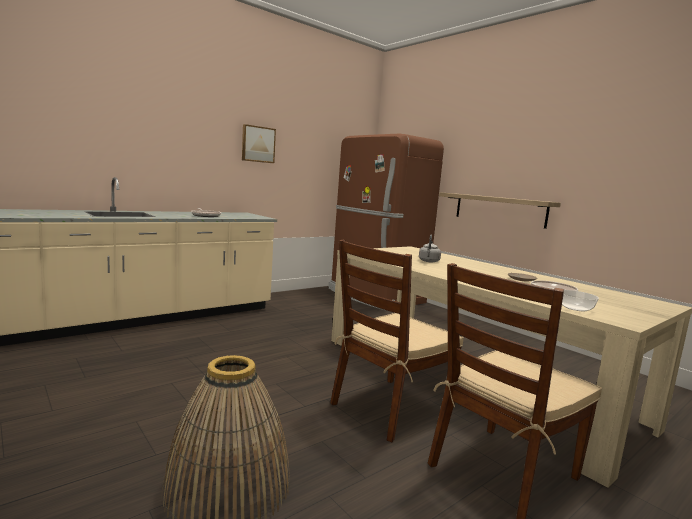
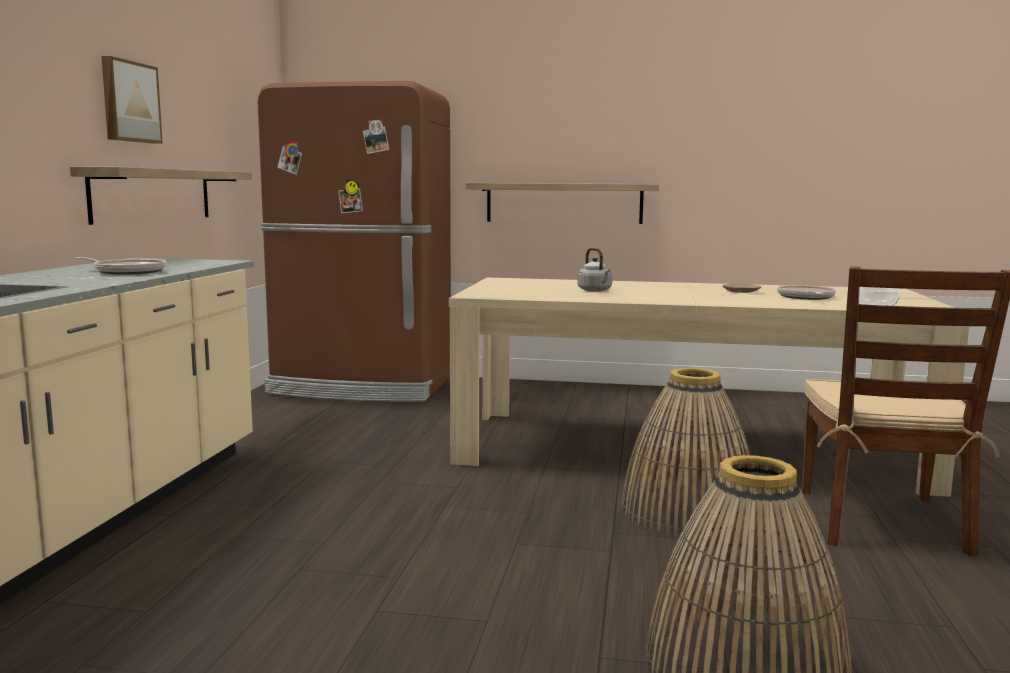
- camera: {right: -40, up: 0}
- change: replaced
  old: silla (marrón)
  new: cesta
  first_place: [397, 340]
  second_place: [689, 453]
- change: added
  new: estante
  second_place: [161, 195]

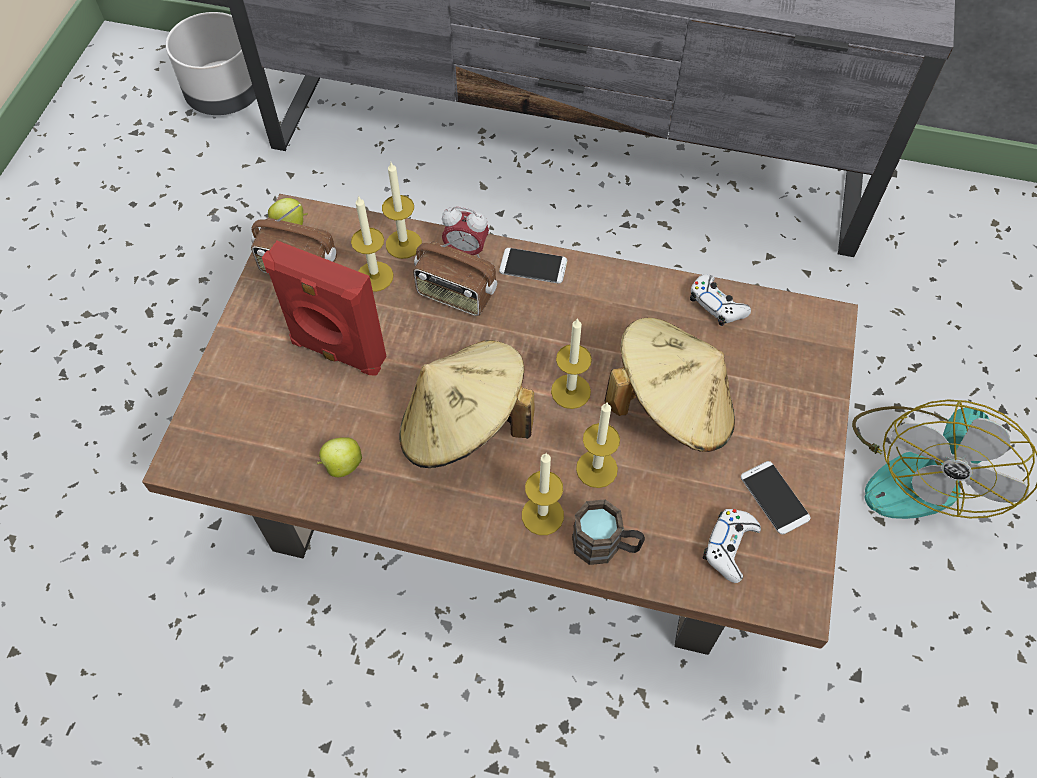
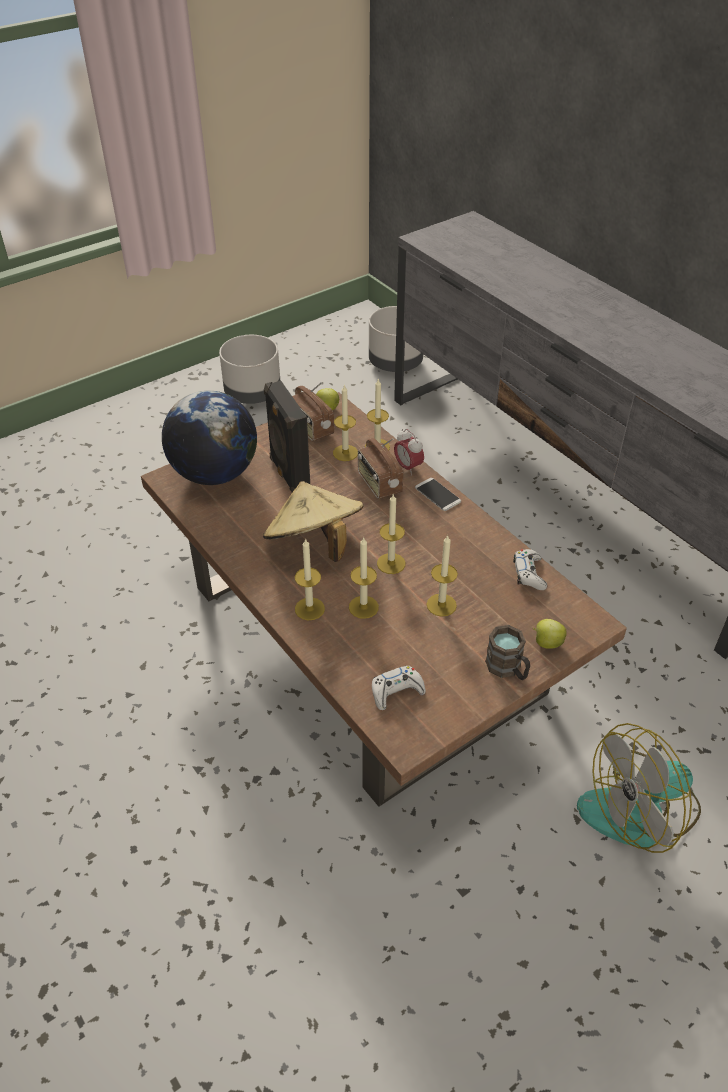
- camera: {right: 40, up: -15}
- change: recoloured
  old: altavoz (rojo)
  new: altavoz (negro)
  first_place: [324, 308]
  second_place: [287, 436]
- change: moved
  old: manzana
  first_place: [339, 457]
  second_place: [550, 634]
- change: moved
  old: taza grande (marrón)
  first_place: [608, 532]
  second_place: [507, 652]
- change: replaced
  old: sombrero (beis)
  new: vela
  first_place: [670, 385]
  second_place: [442, 576]
- change: removed
  old: móvil
  first_place: [776, 498]
- change: added
  new: globo terráqueo
  second_place: [209, 437]
- change: added
  new: maceta (gris)
  second_place: [249, 369]

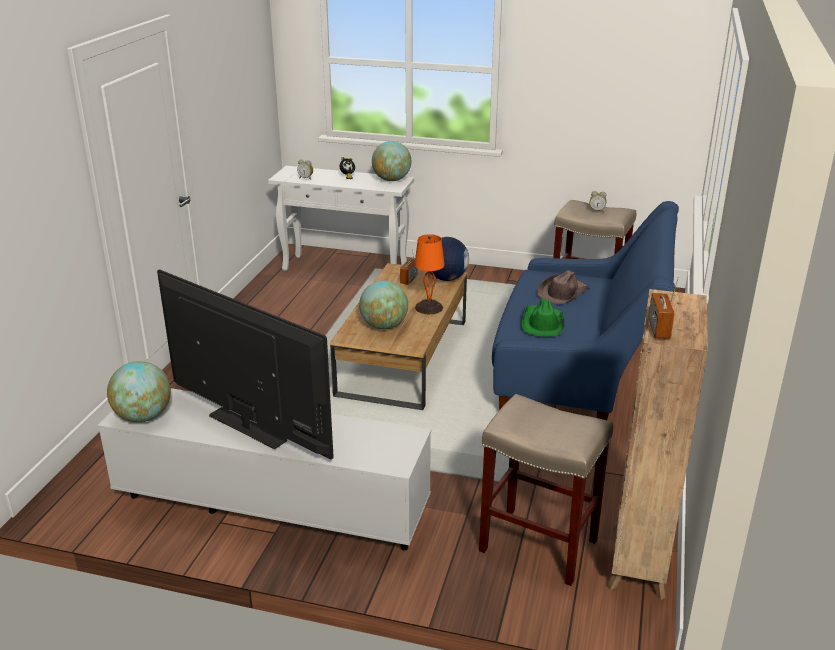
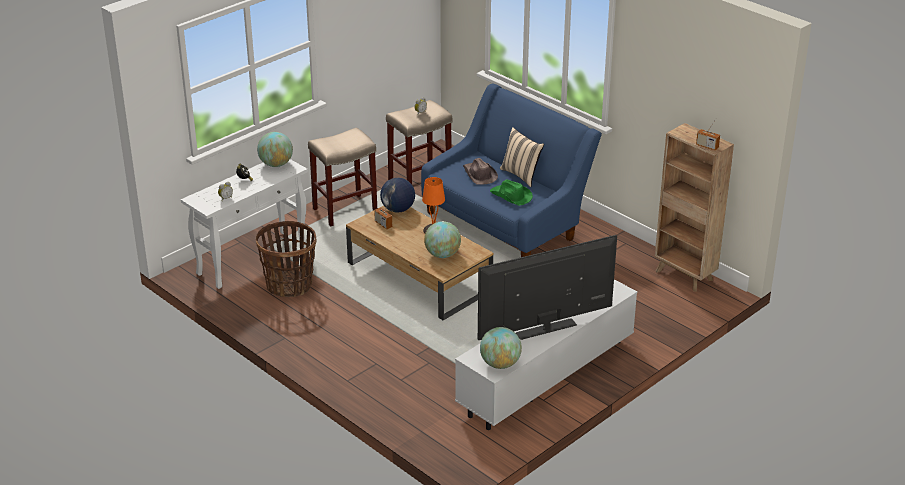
- camera: {right: -60, up: 5}
- change: moved
  old: taburete (beis)
  first_place: [546, 490]
  second_place: [342, 176]
- change: added
  new: cesta
  second_place: [286, 259]
- change: added
  new: cojín (beis)
  second_place: [522, 157]

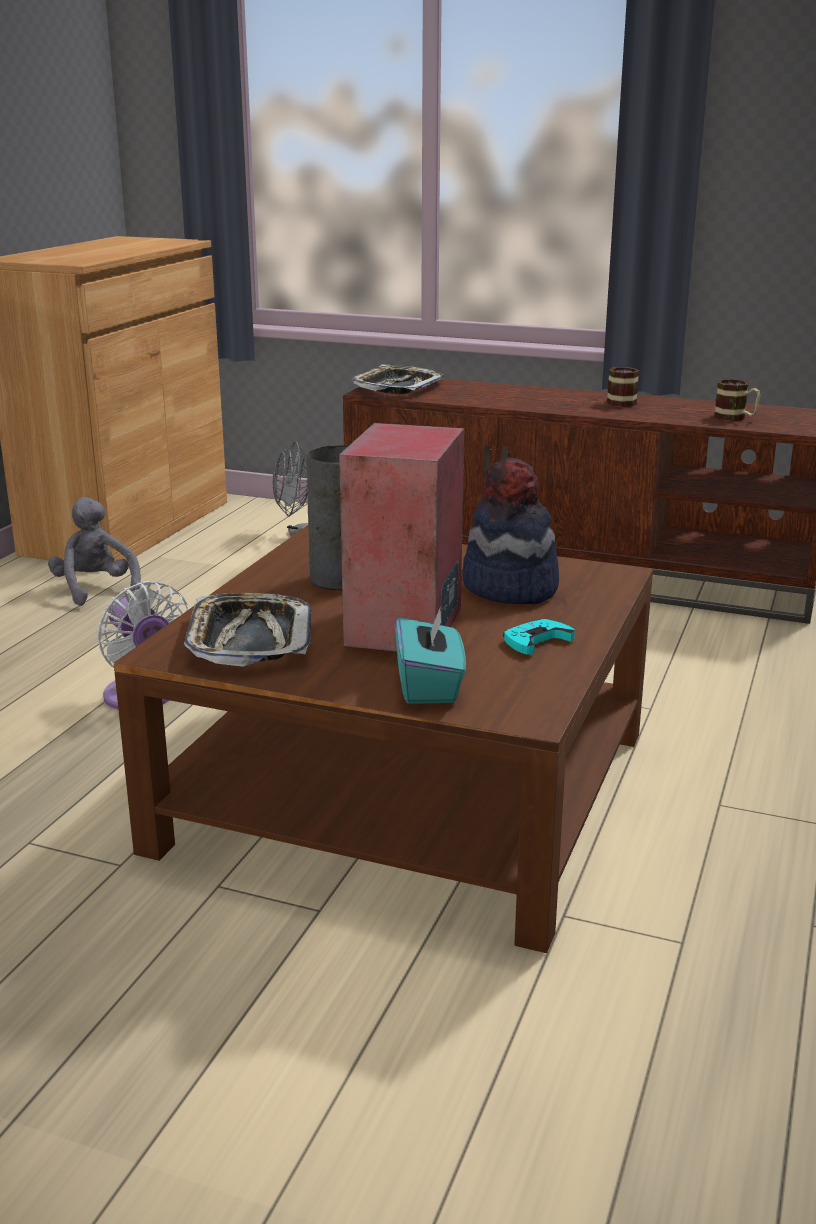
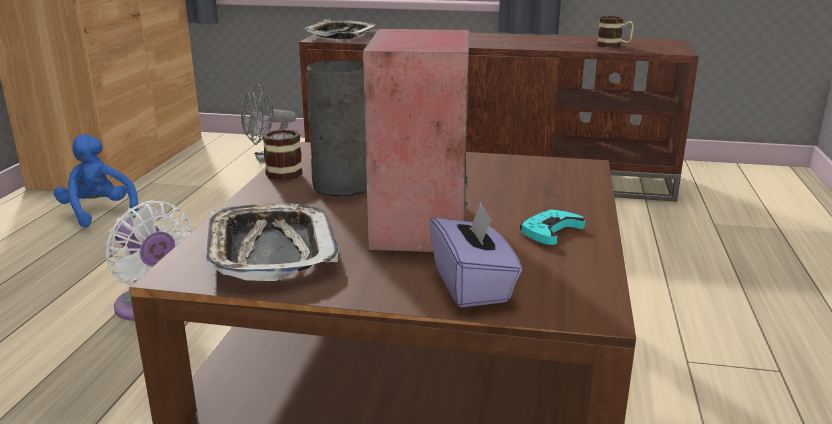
- camera: {right: -10, up: 0}
- change: recoloured
  old: peluche (gris)
  new: peluche (azul)
  first_place: [94, 551]
  second_place: [96, 181]
- change: recoloured
  old: caja de pañuelos (turquesa)
  new: caja de pañuelos (morado)
  first_place: [430, 655]
  second_place: [476, 255]
- change: removed
  old: sombrero
  first_place: [511, 530]
- change: moved
  old: taza grande
  first_place: [623, 387]
  second_place: [282, 155]

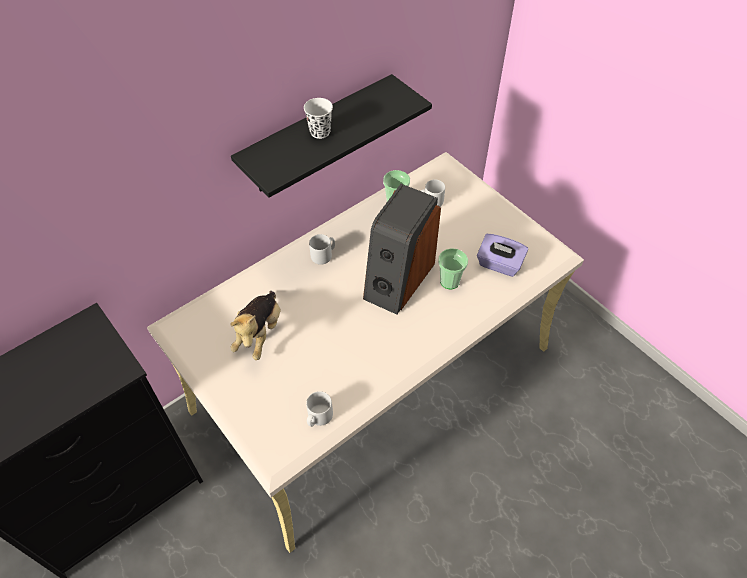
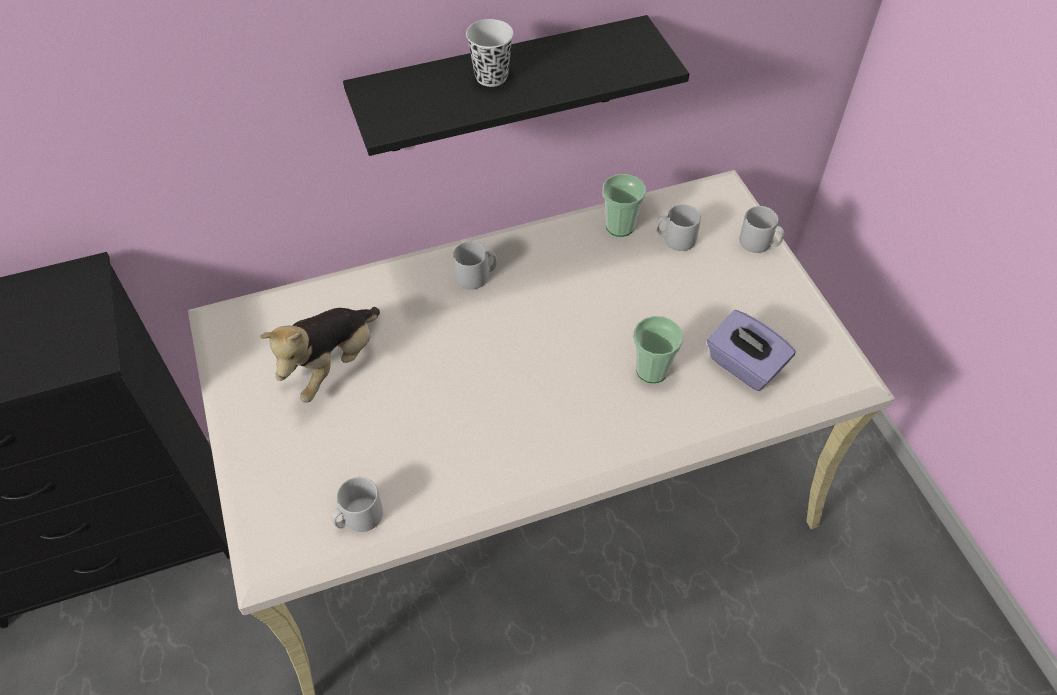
- camera: {right: 20, up: 0}
- change: removed
  old: altavoz
  first_place: [402, 249]
- change: added
  new: taza grande (gris)
  second_place: [761, 229]

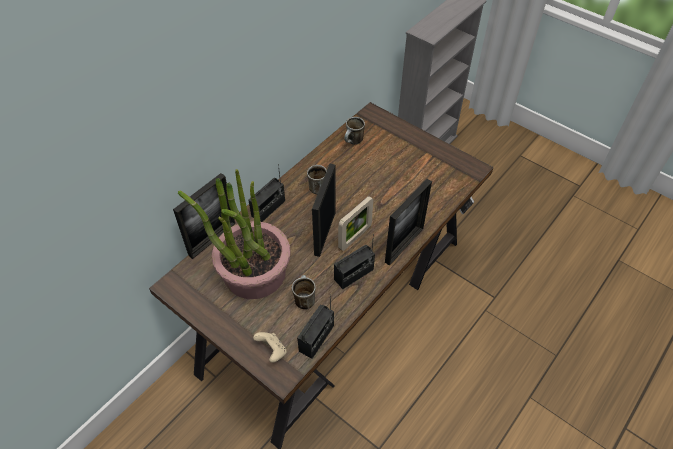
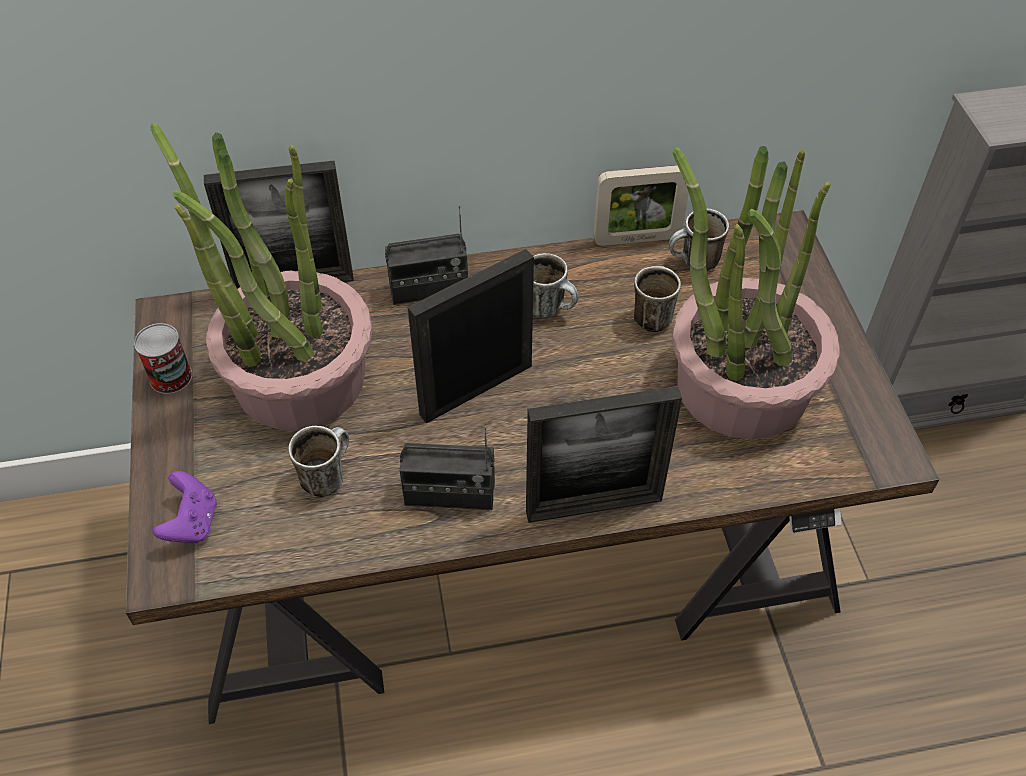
- camera: {right: 40, up: 0}
- change: recoloured
  old: mando de consola (beis)
  new: mando de consola (morado)
  first_place: [270, 347]
  second_place: [185, 507]
- change: removed
  old: radio
  first_place: [315, 326]
- change: moved
  old: portarretratos
  first_place: [355, 223]
  second_place: [641, 205]
- change: added
  new: lata
  second_place: [163, 358]
- change: added
  new: taza grande
  second_place: [657, 299]
- change: added
  new: planta en maceta
  second_place: [756, 293]

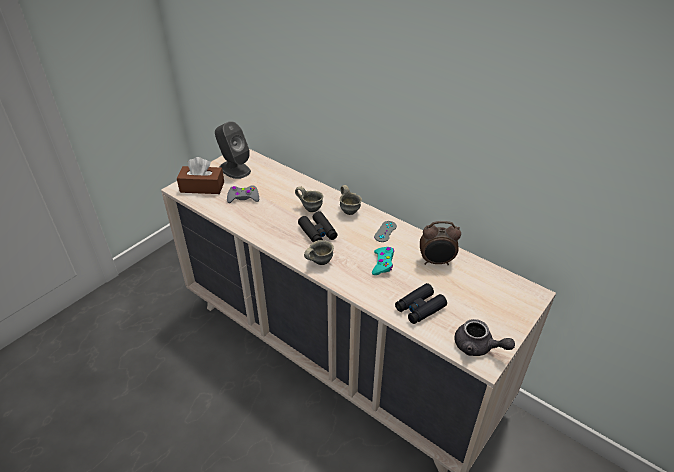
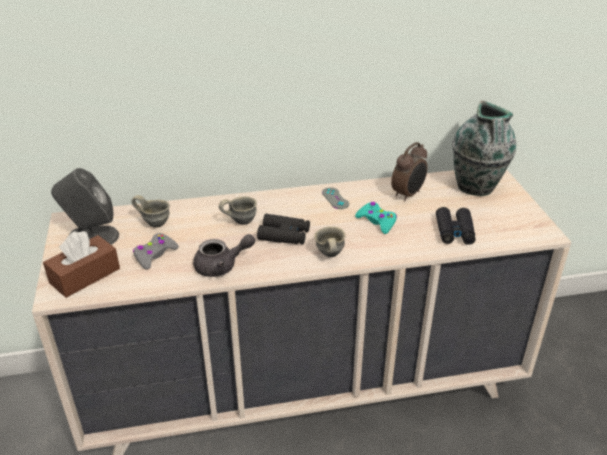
- camera: {right: -50, up: -5}
- change: moved
  old: taza grande (gris)
  first_place: [351, 200]
  second_place: [150, 211]
- change: moved
  old: tetera (gris)
  first_place: [484, 337]
  second_place: [224, 255]
- change: added
  new: florero
  second_place: [484, 148]

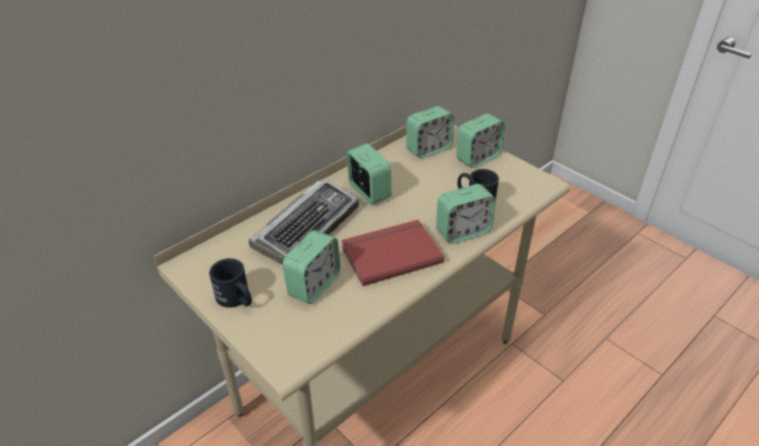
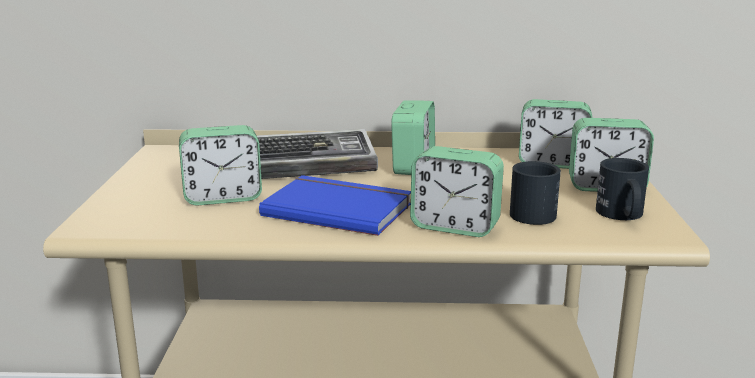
- camera: {right: 45, up: -20}
- change: moved
  old: taza grande (negro)
  first_place: [230, 283]
  second_place: [622, 189]
- change: recoloured
  old: libro (rojo)
  new: libro (azul)
  first_place: [392, 253]
  second_place: [335, 205]

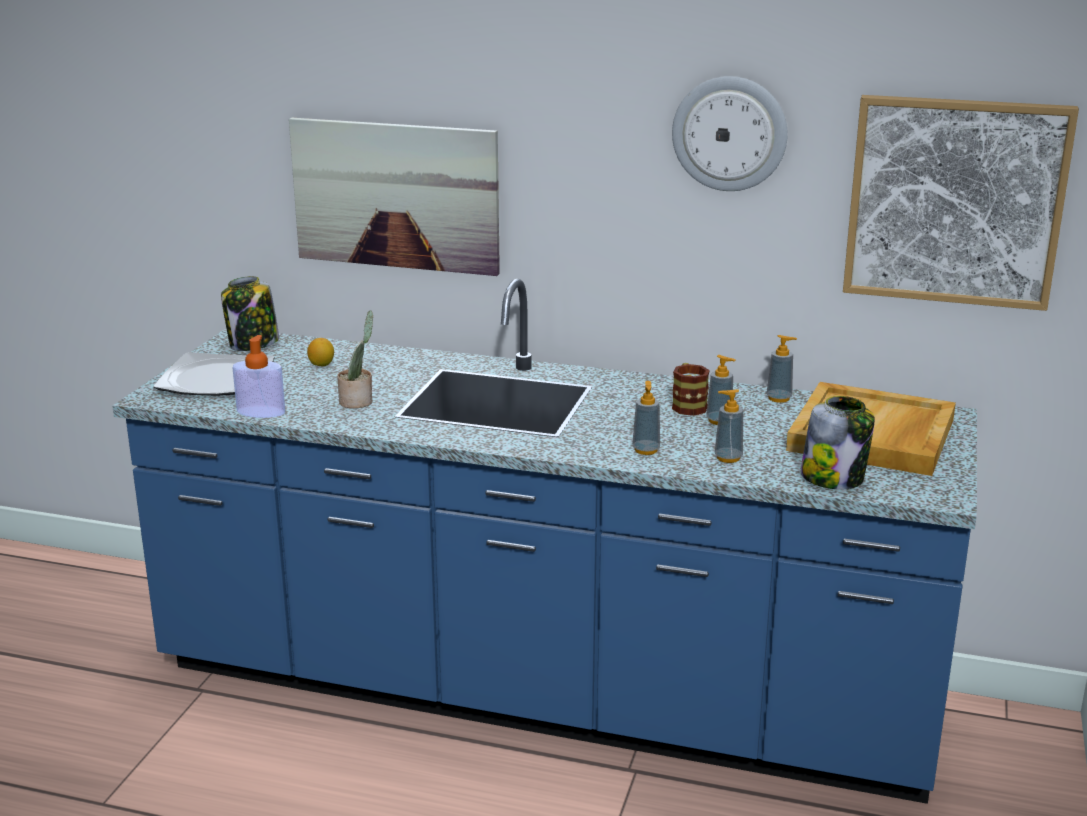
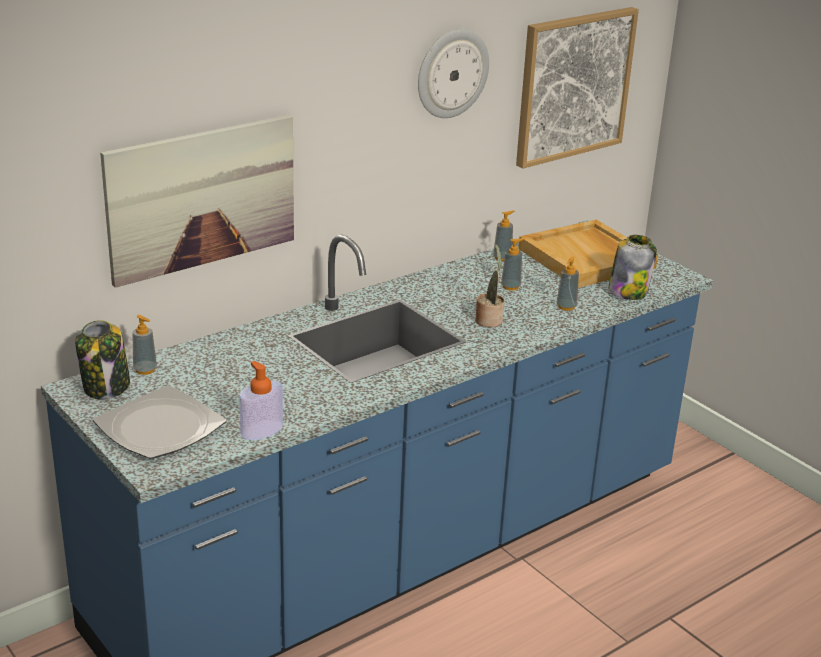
- camera: {right: -55, up: 5}
- change: removed
  old: limón
  first_place: [320, 352]
- change: moved
  old: planta en maceta
  first_place: [355, 359]
  second_place: [490, 285]
- change: moved
  old: dispensador de jabón
  first_place: [646, 418]
  second_place: [144, 345]
- change: removed
  old: taza grande
  first_place: [691, 389]

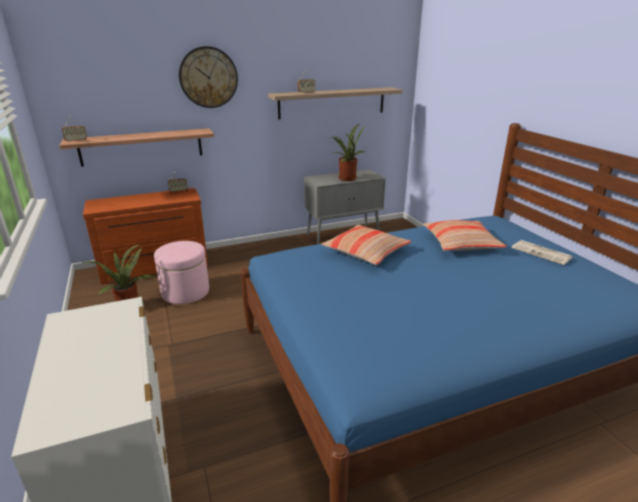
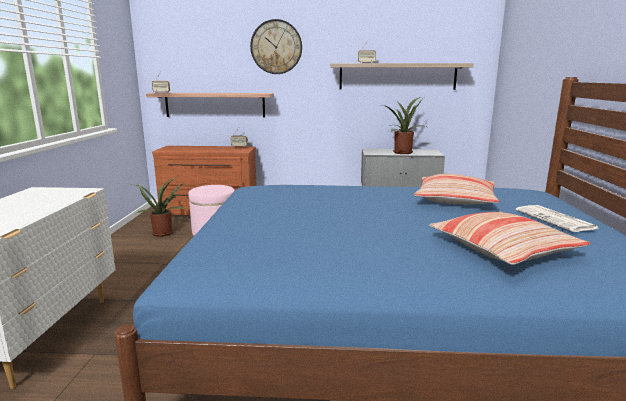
- camera: {right: 25, up: -10}
- change: moved
  old: cojín
  first_place: [366, 245]
  second_place: [510, 238]

